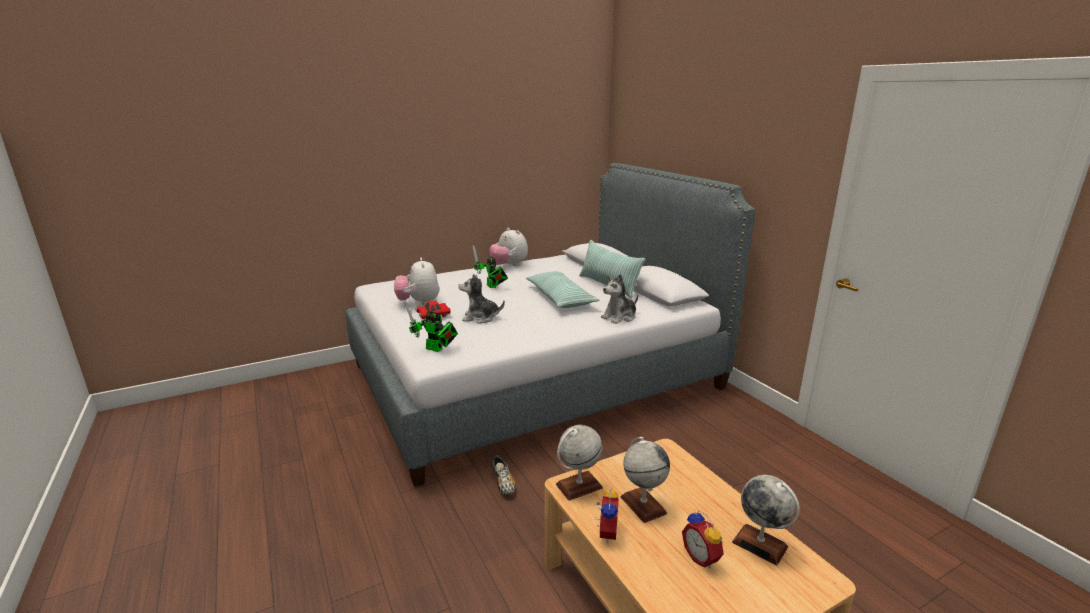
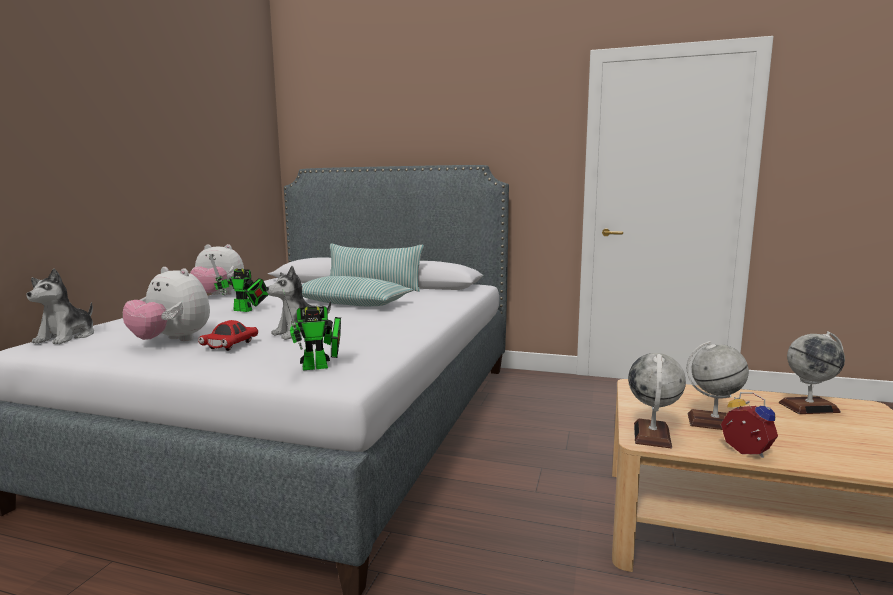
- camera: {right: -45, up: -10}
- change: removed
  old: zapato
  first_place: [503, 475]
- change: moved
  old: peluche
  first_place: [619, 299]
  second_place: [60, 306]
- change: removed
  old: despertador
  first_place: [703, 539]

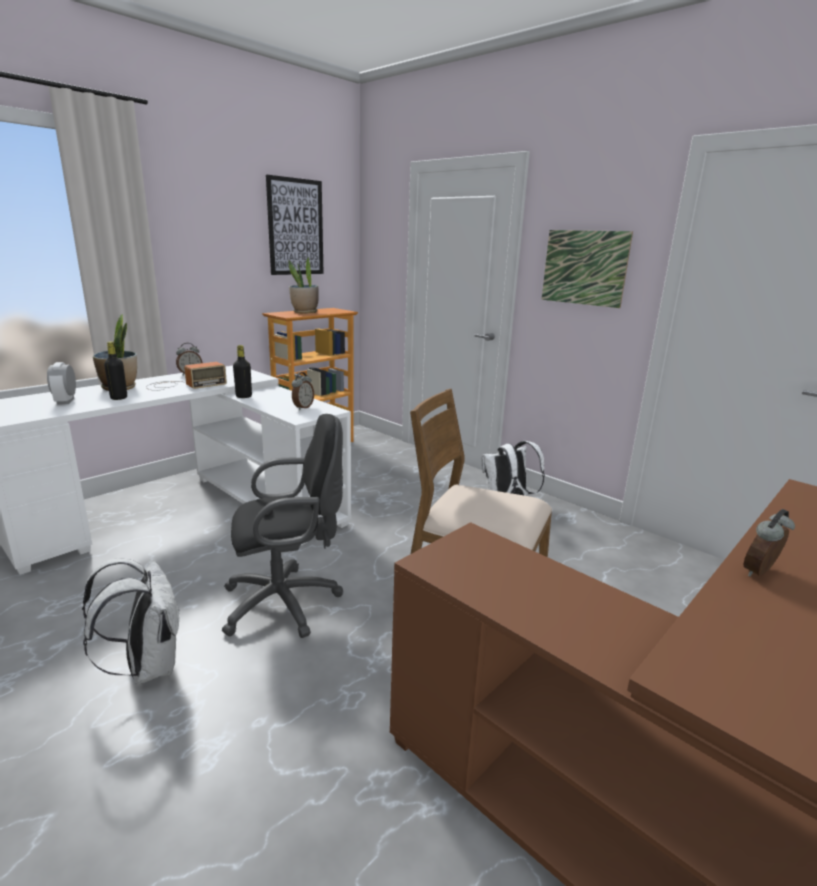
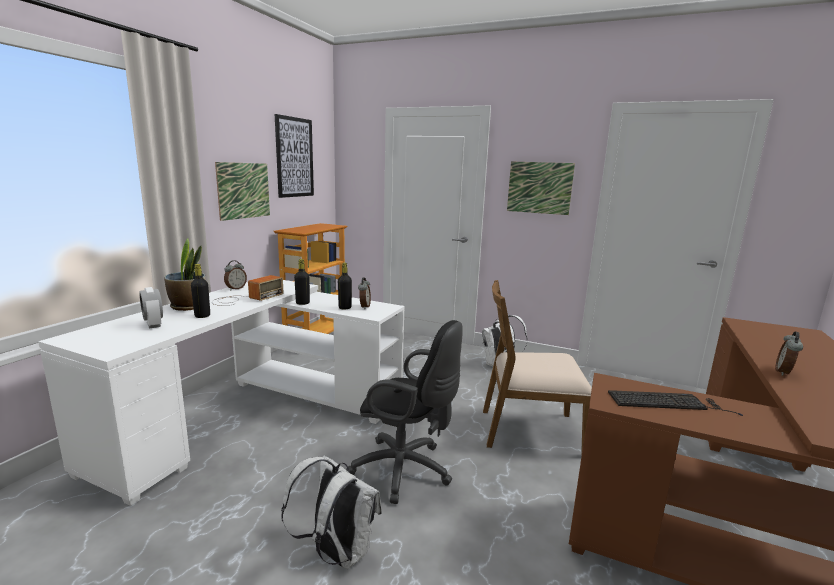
- camera: {right: -20, up: -5}
- change: turned
  old: silla de oficina (negro)
  first_place: [283, 526]
  second_place: [404, 412]
  degrees: 60
- change: removed
  old: planta en maceta
  first_place: [304, 285]
- change: added
  new: cuadro
  second_place: [242, 191]
- change: added
  new: botella (negro)
  second_place: [345, 286]
- change: added
  new: teclado
  second_place: [675, 403]

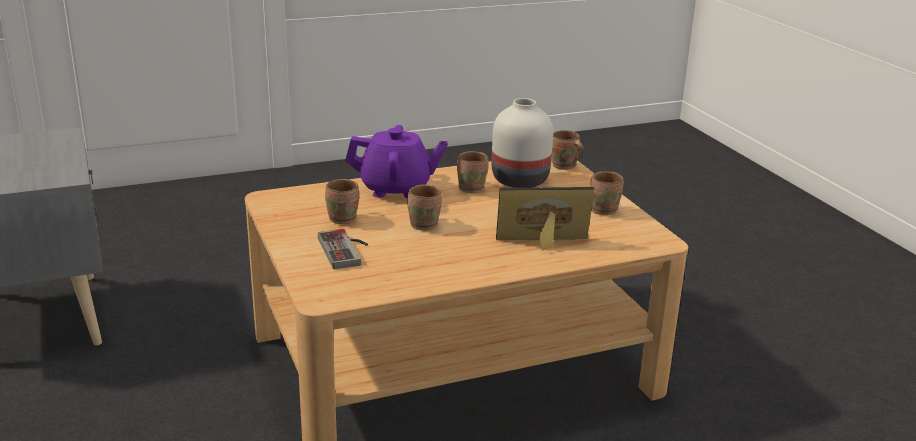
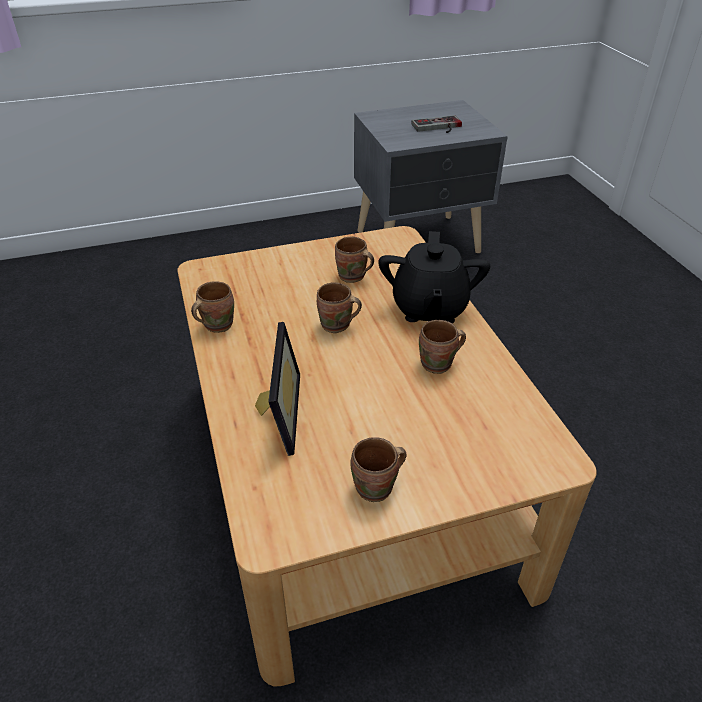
- camera: {right: 95, up: 15}
- change: moved
  old: mando de consola
  first_place: [343, 249]
  second_place: [437, 124]
- change: recoloured
  old: tetera (morado)
  new: tetera (negro)
  first_place: [396, 161]
  second_place: [434, 277]
- change: removed
  old: florero (blanco)
  first_place: [522, 143]
- change: moved
  old: taza grande (marrón)
  first_place: [568, 150]
  second_place: [212, 307]

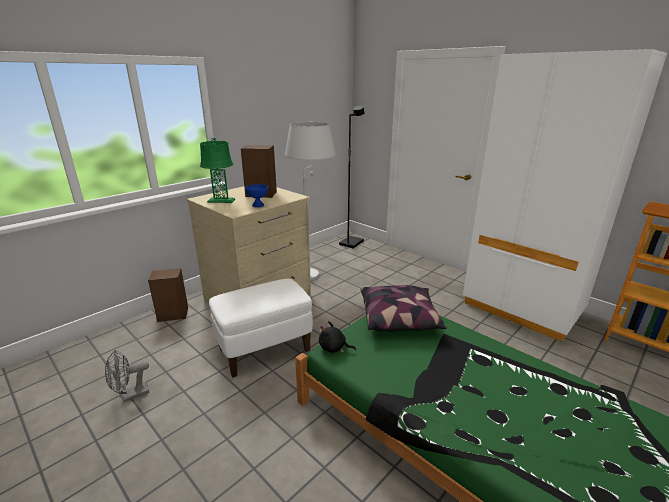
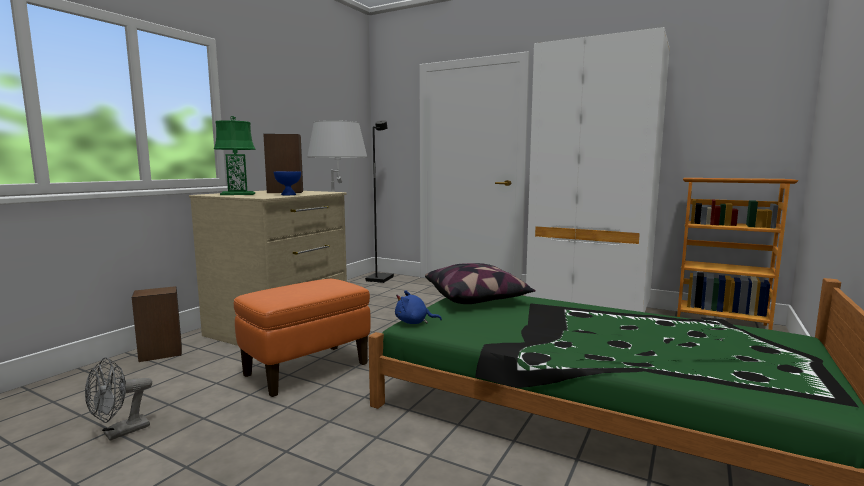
- camera: {right: -15, up: -15}
- change: recoloured
  old: puf (blanco)
  new: puf (naranja)
  first_place: [261, 328]
  second_place: [302, 338]
- change: recoloured
  old: peluche (negro)
  new: peluche (azul)
  first_place: [337, 337]
  second_place: [418, 307]

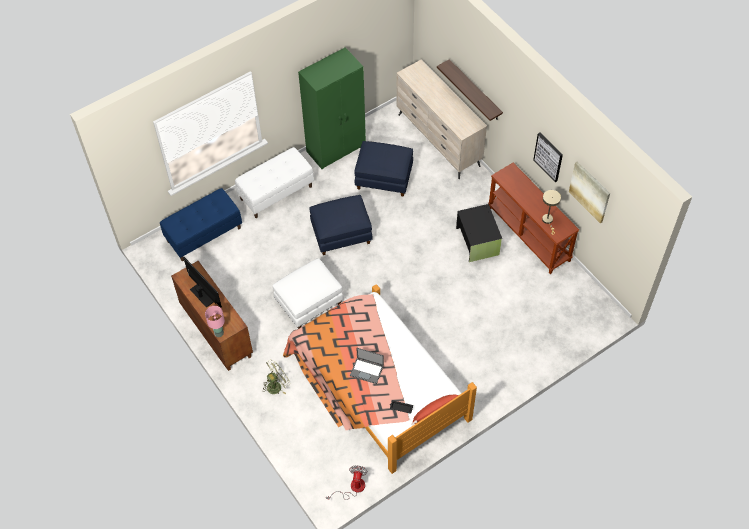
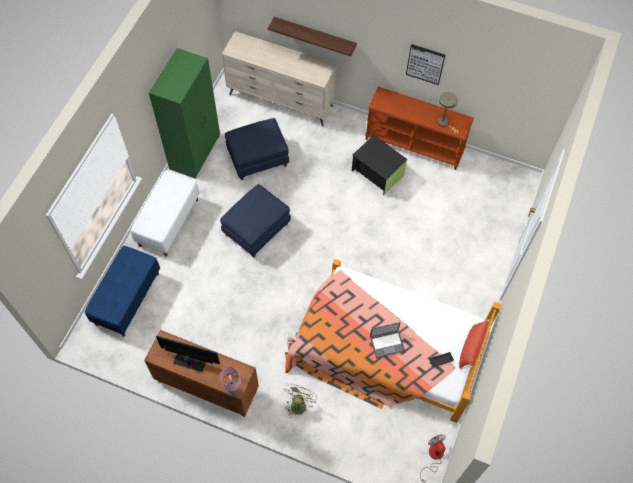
- camera: {right: -35, up: 5}
- change: removed
  old: puf (blanco)
  first_place: [308, 293]
- change: removed
  old: cuadro
  first_place: [589, 192]

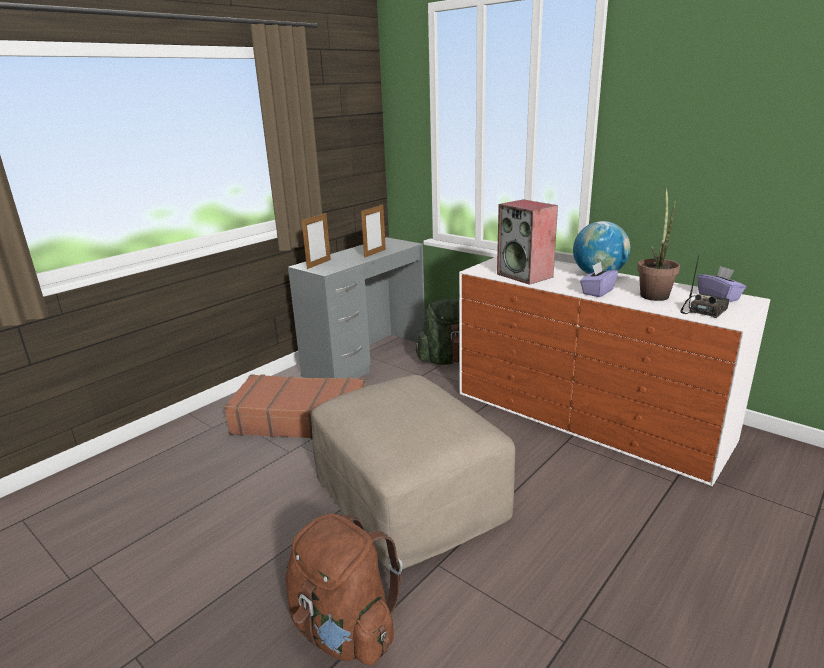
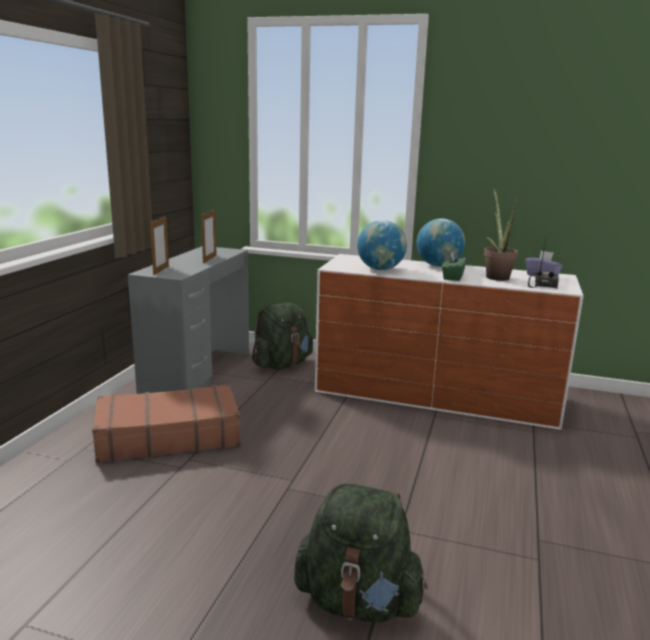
- camera: {right: -25, up: -5}
- change: recoloured
  old: mochila (marrón)
  new: mochila (verde)
  first_place: [344, 590]
  second_place: [361, 552]
- change: removed
  old: puf (beis)
  first_place: [413, 472]
- change: replaced
  old: altavoz
  new: globo terráqueo
  first_place: [527, 242]
  second_place: [382, 245]
- change: recoloured
  old: caja de pañuelos (morado)
  new: caja de pañuelos (verde)
  first_place: [599, 279]
  second_place: [454, 266]

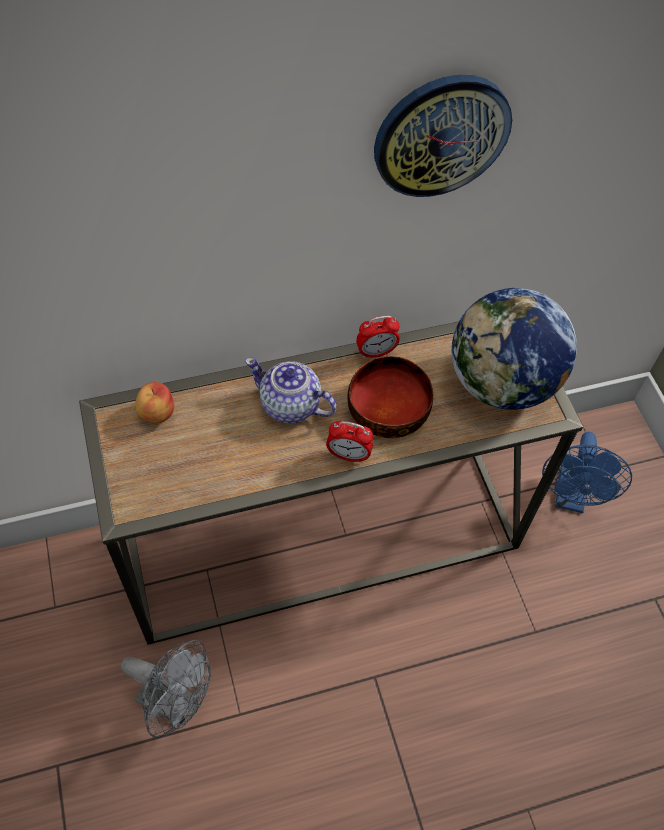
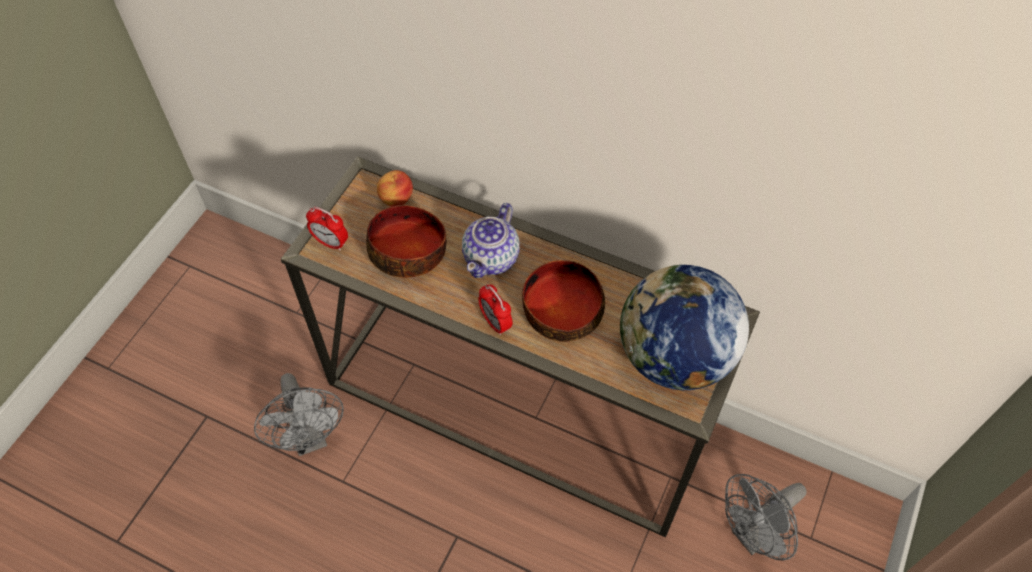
- camera: {right: 45, up: 0}
- change: turned
  old: tetera
  first_place: [291, 390]
  second_place: [491, 240]
  degrees: -135
- change: moved
  old: despertador
  first_place: [378, 337]
  second_place: [327, 229]
- change: removed
  old: reloj de pared
  first_place: [443, 136]
- change: recoloured
  old: ventilador (azul)
  new: ventilador (gris)
  first_place: [587, 472]
  second_place: [766, 517]
- change: added
  new: cuenco
  second_place: [406, 241]

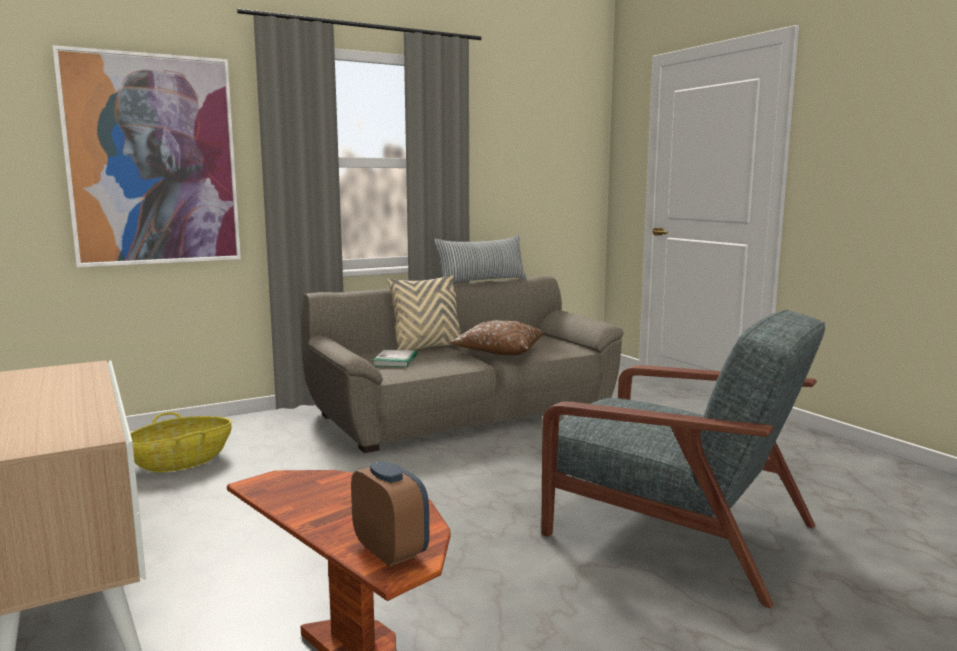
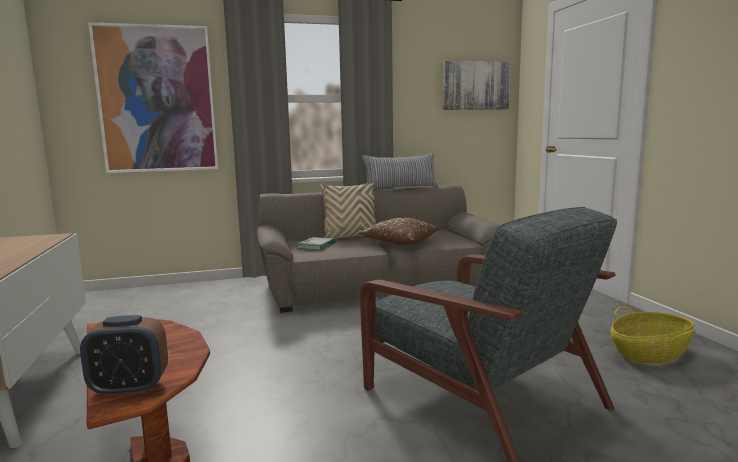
- camera: {right: 15, up: 0}
- change: moved
  old: cesta
  first_place: [181, 442]
  second_place: [653, 335]
- change: turned
  old: despertador
  first_place: [390, 514]
  second_place: [124, 356]
  degrees: 105
- change: added
  new: cuadro
  second_place: [477, 85]

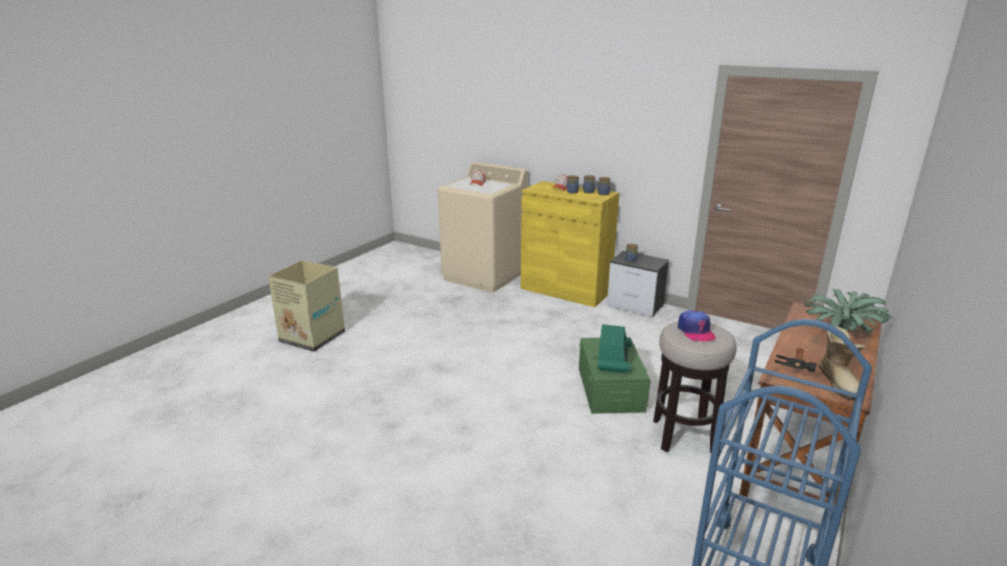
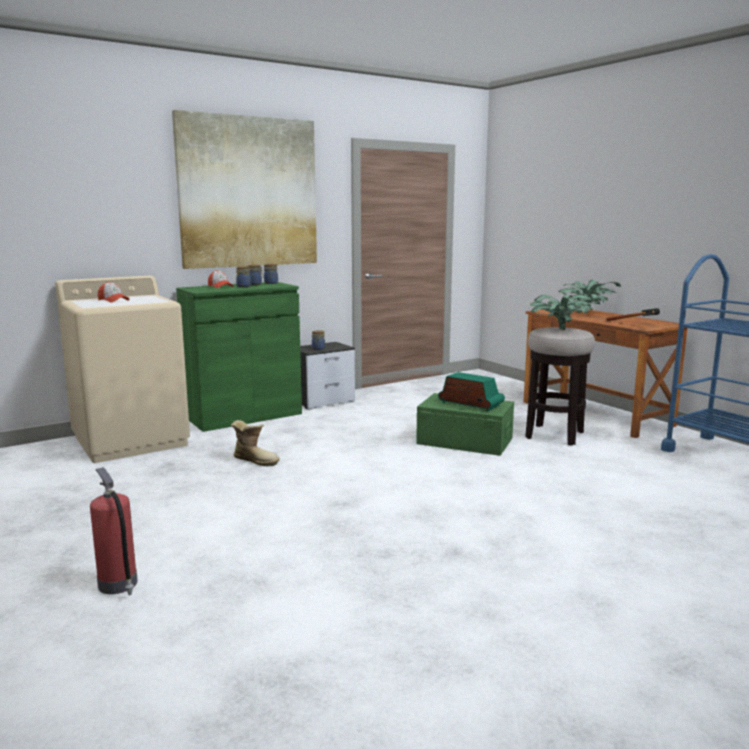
- camera: {right: -65, up: -10}
- change: replaced
  old: caja de cartón
  new: extintor
  first_place: [306, 306]
  second_place: [114, 531]
- change: recoloured
  old: armario (amarillo)
  new: armario (verde)
  first_place: [570, 244]
  second_place: [239, 357]
- change: replaced
  old: gorra
  new: planta en maceta
  first_place: [697, 325]
  second_place: [562, 312]
- change: moved
  old: bota
  first_place: [842, 363]
  second_place: [255, 443]
- change: added
  new: cuadro
  second_place: [244, 189]

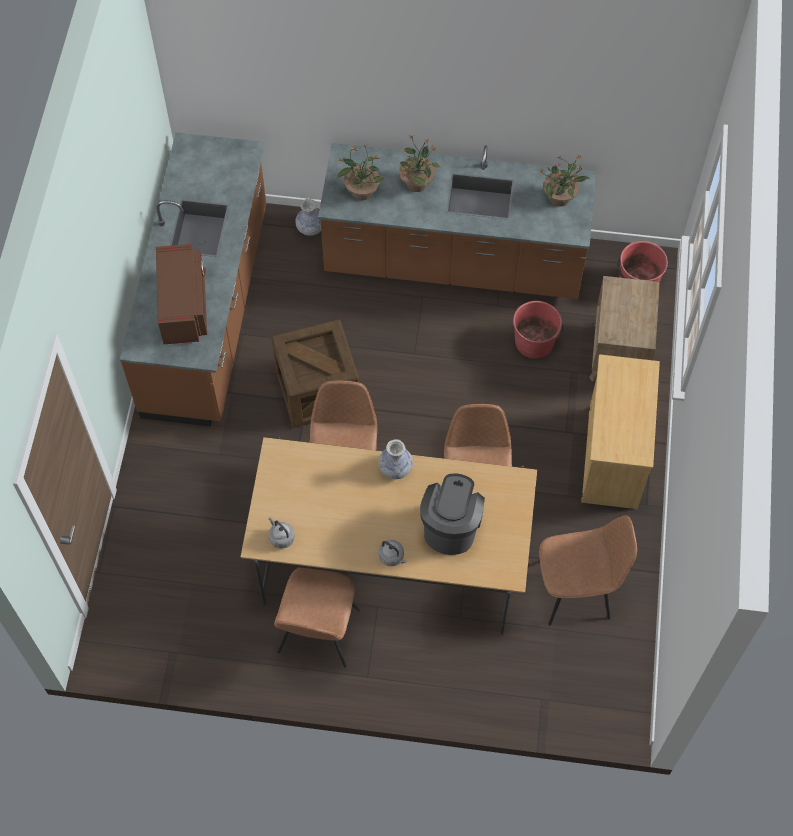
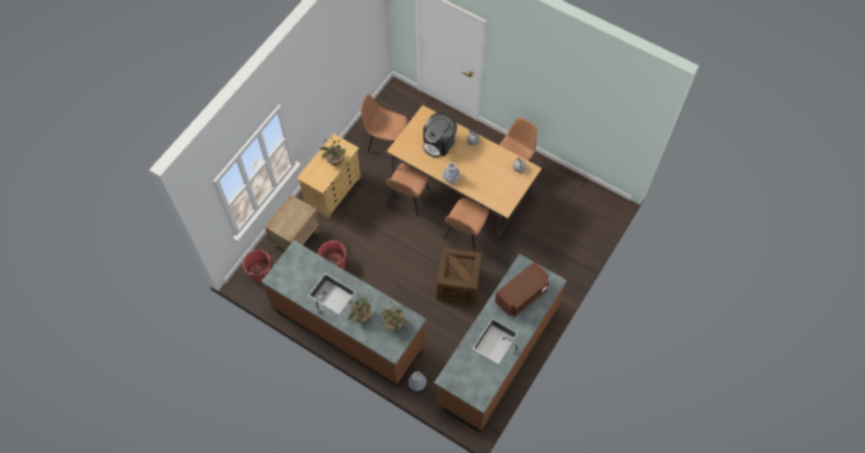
- camera: {right: -155, up: 0}
- change: turned
  old: microondas (marrón)
  first_place: [181, 294]
  second_place: [522, 289]
  degrees: -150
- change: moved
  old: planta en maceta
  first_place: [564, 180]
  second_place: [333, 151]

